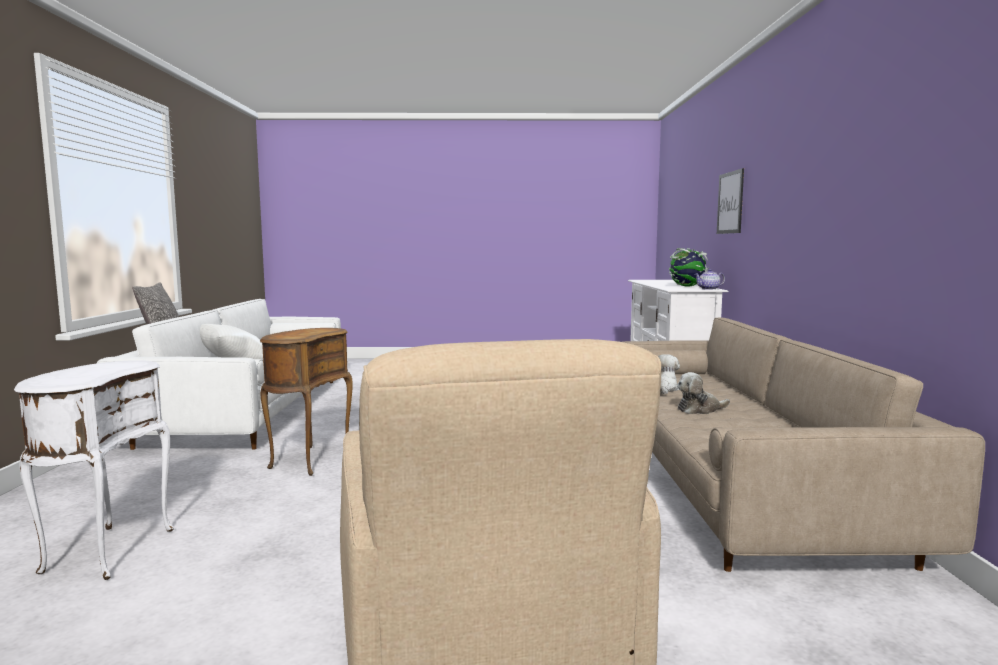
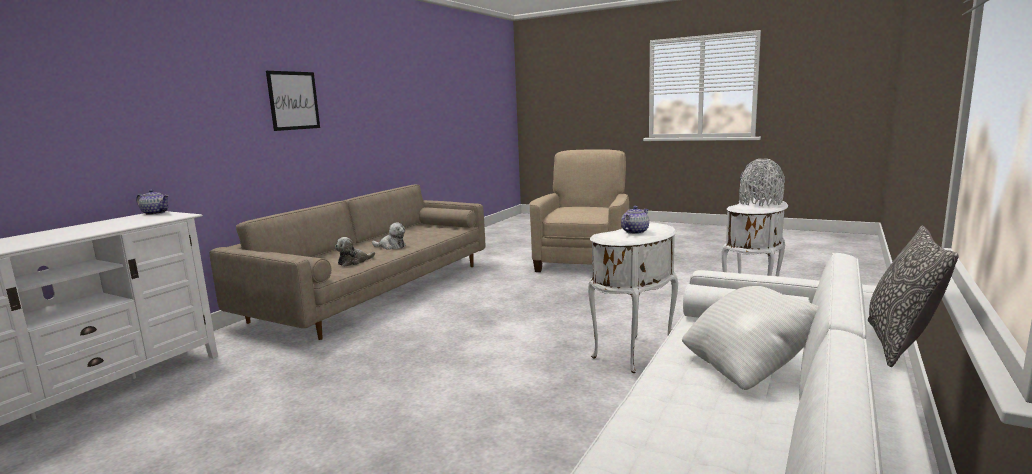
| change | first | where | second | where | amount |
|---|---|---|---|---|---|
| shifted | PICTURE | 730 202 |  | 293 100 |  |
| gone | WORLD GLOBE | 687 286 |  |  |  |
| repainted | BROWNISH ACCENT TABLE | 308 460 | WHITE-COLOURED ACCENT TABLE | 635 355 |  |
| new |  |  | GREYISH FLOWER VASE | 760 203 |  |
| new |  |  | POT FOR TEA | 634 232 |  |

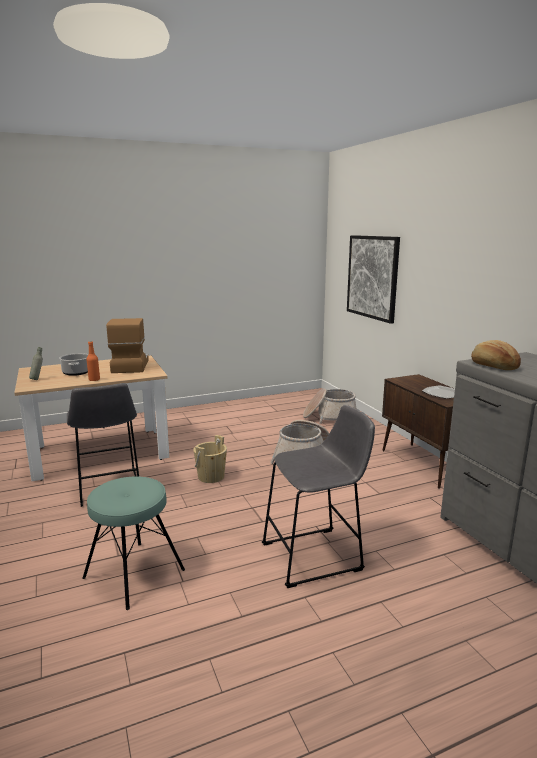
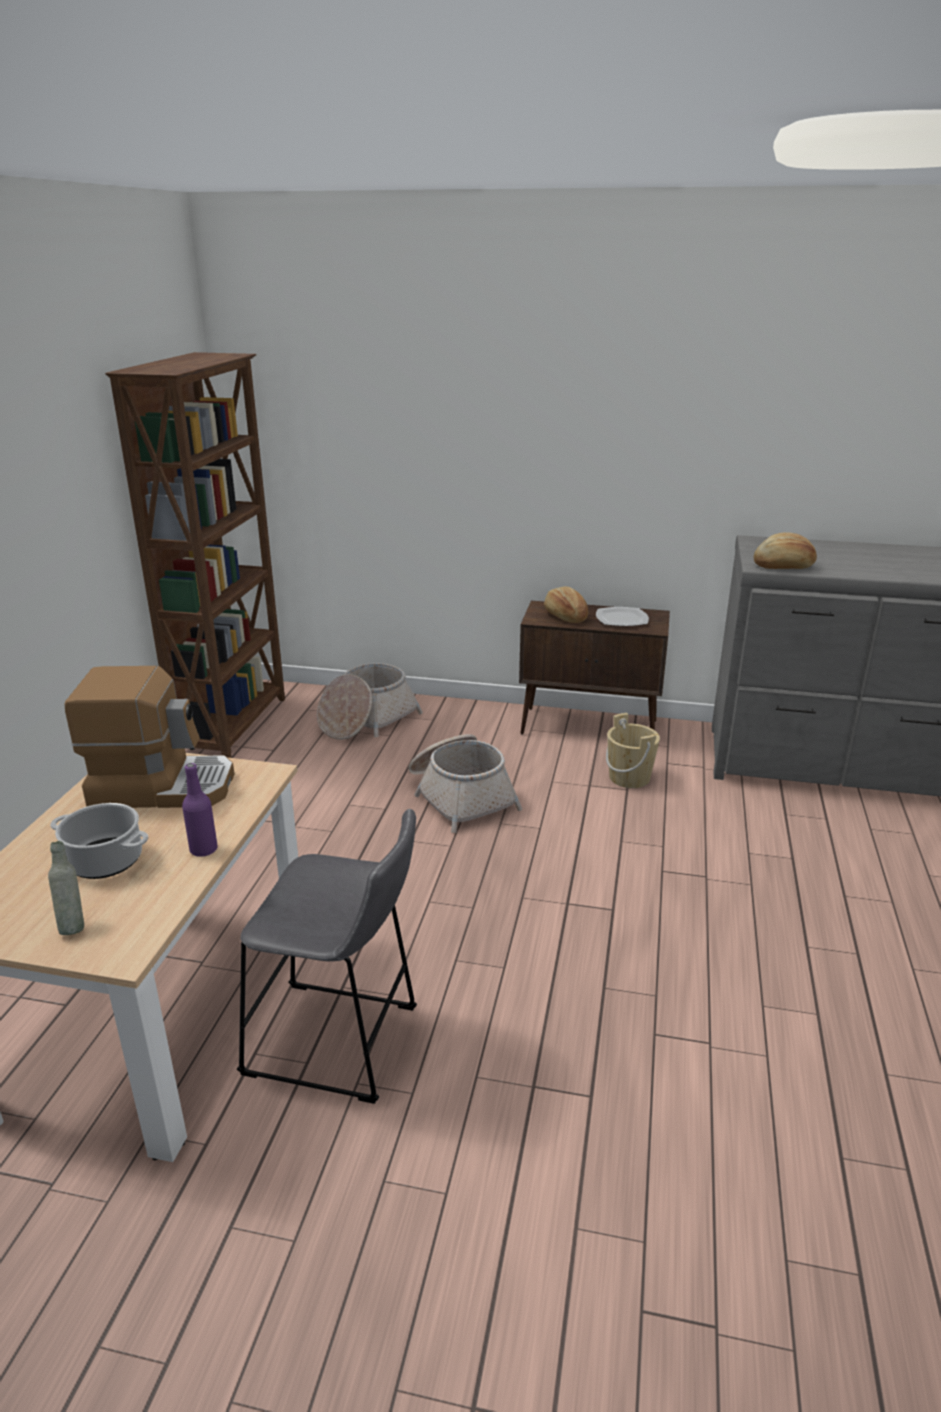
| change | first | where | second | where | amount |
|---|---|---|---|---|---|
| gone | PICTURE | 372 277 |  |  |  |
| rotated | COFFEE BREWER | 129 366 |  | 162 786 | 150 degrees clockwise |
| repainted | ORANGE BOTTLE | 94 380 | PURPLISH BOTTLE | 203 850 |  |
| gone | GREYISH SITTING STOOL | 317 556 |  |  |  |
| shifted | SAND-COLOURED WATER BUCKET | 211 476 |  | 629 777 |  |
| gone | TURQUOISE SITTING STOOL | 134 574 |  |  |  |
| new |  |  | BROWNISH SHELVING UNIT | 234 725 |  |
| new |  |  | BAKERY BREAD | 565 616 |  |

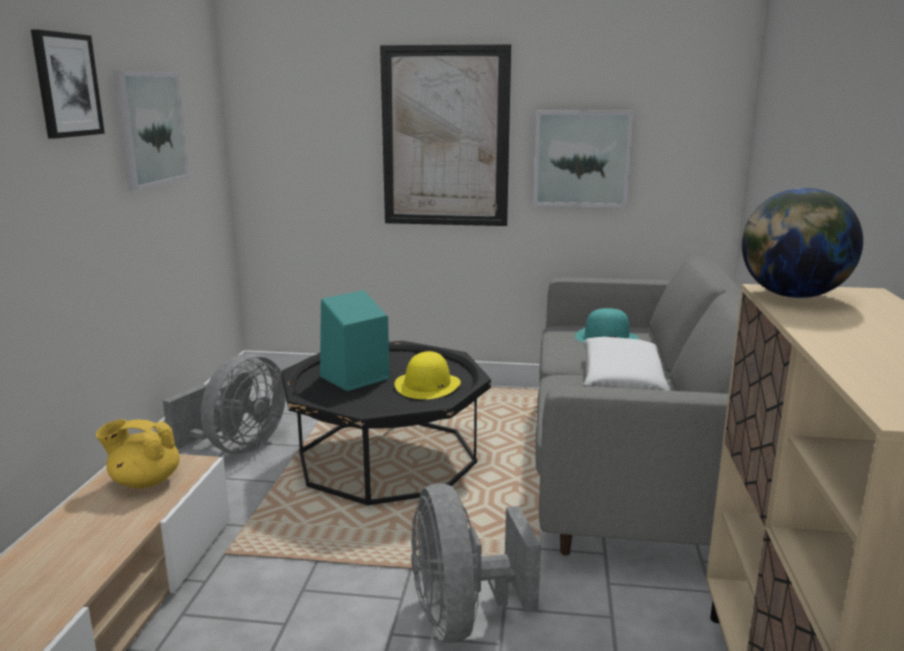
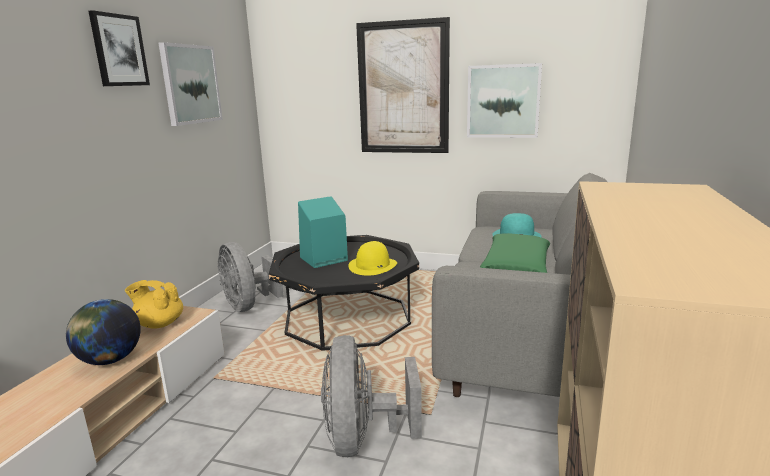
| change | first | where | second | where | amount |
|---|---|---|---|---|---|
| shifted | WORLD GLOBE | 792 296 |  | 110 360 |  |
| repainted | WHITE-COLOURED PILLOW | 621 380 | GREENISH PILLOW | 516 266 |  |
| rotated | GREYISH FAN | 237 447 |  | 248 306 | 105 degrees clockwise |

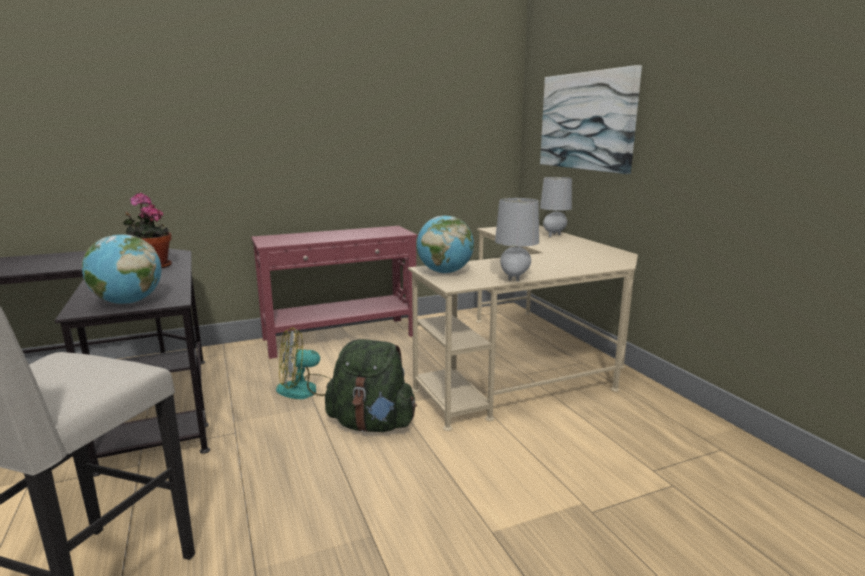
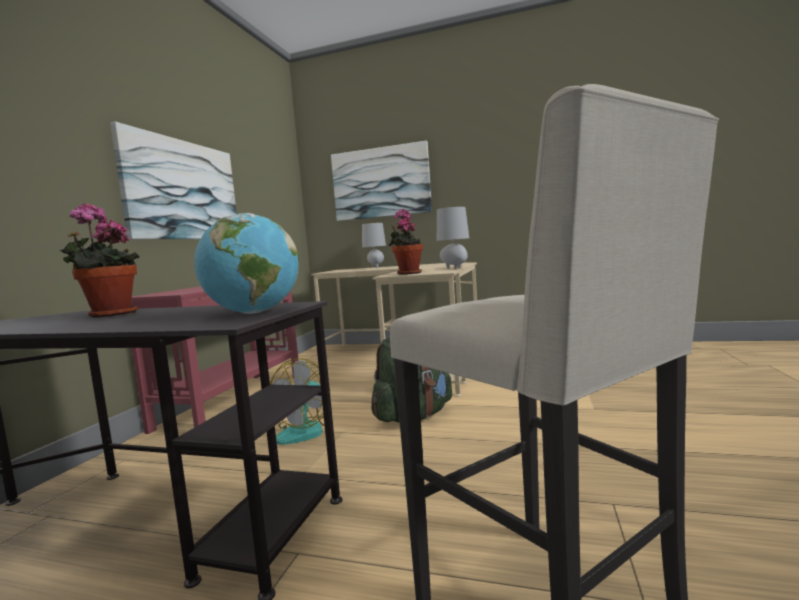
| change | first | where | second | where | amount |
|---|---|---|---|---|---|
| swapped | WORLD GLOBE | 445 272 | POTTED PLANT | 408 273 |  |
| new |  |  | PICTURE | 183 190 |  |

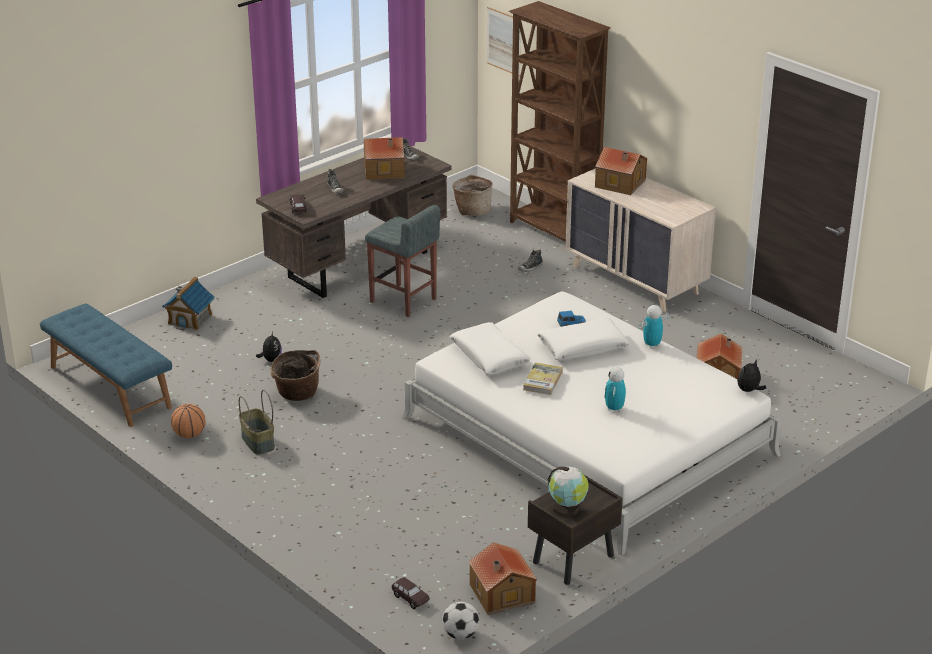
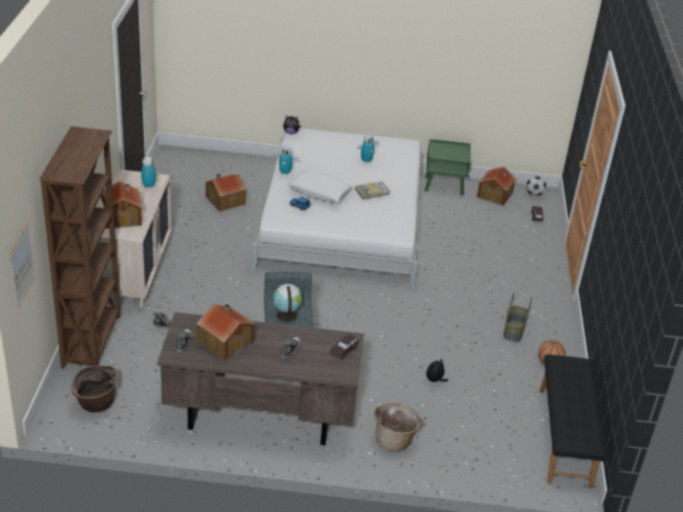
| change | first | where | second | where | amount |
|---|---|---|---|---|---|
| gone | MINIATURE HOUSE | 190 319 |  |  |  |
| repainted | BLUE LONG SEAT | 109 387 | BLACK LONG SEAT | 565 437 |  |
| gone | WHITE-COLOURED PILLOW | 489 357 |  |  |  |
| shifted | HOUSEHOLD BASKET | 297 394 |  | 395 440 |  |
| shifted | WORLD GLOBE | 567 508 |  | 286 314 |  |
| repainted | BROWNISH NIGHTSTAND | 573 560 | GREENISH NIGHTSTAND | 444 186 |  |
| new |  |  | MODEL ROBOT | 149 186 |  |

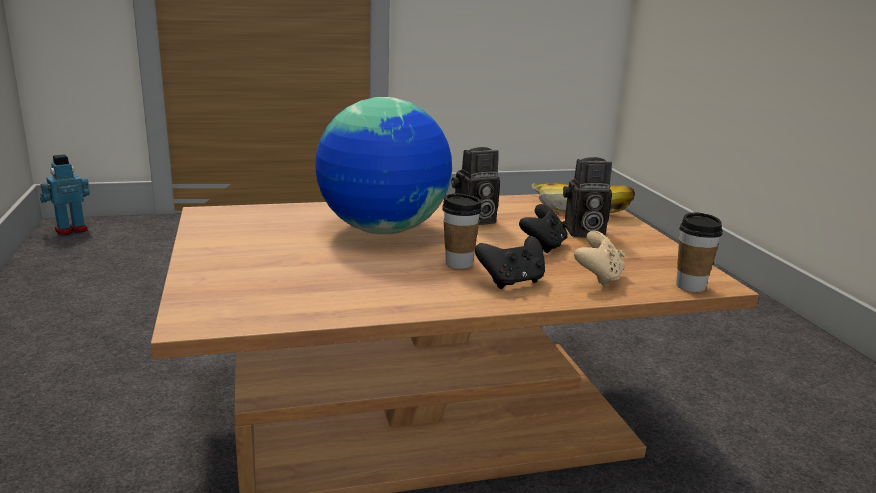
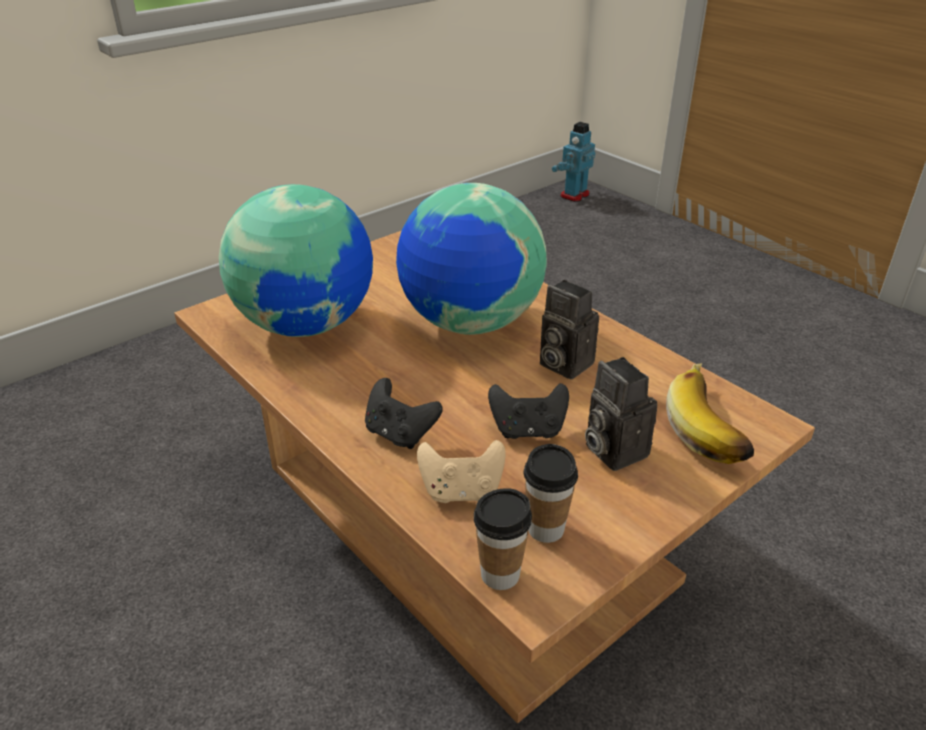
| change | first | where | second | where | amount |
|---|---|---|---|---|---|
| rotated | MODEL ROBOT | 71 230 |  | 574 195 | 75 degrees counterclockwise |
| shifted | DRINKING CUP | 459 263 |  | 545 529 |  |
| new |  |  | WORLD GLOBE | 306 324 |  |

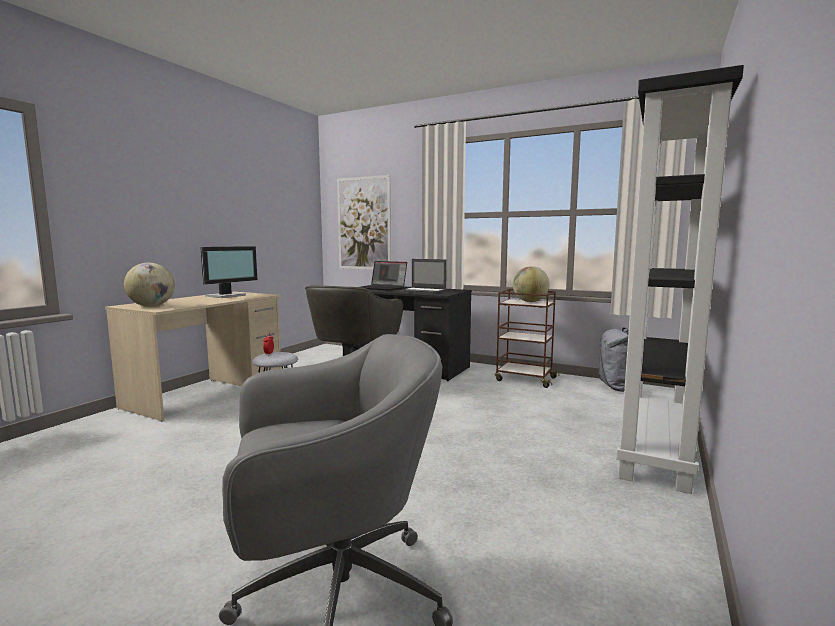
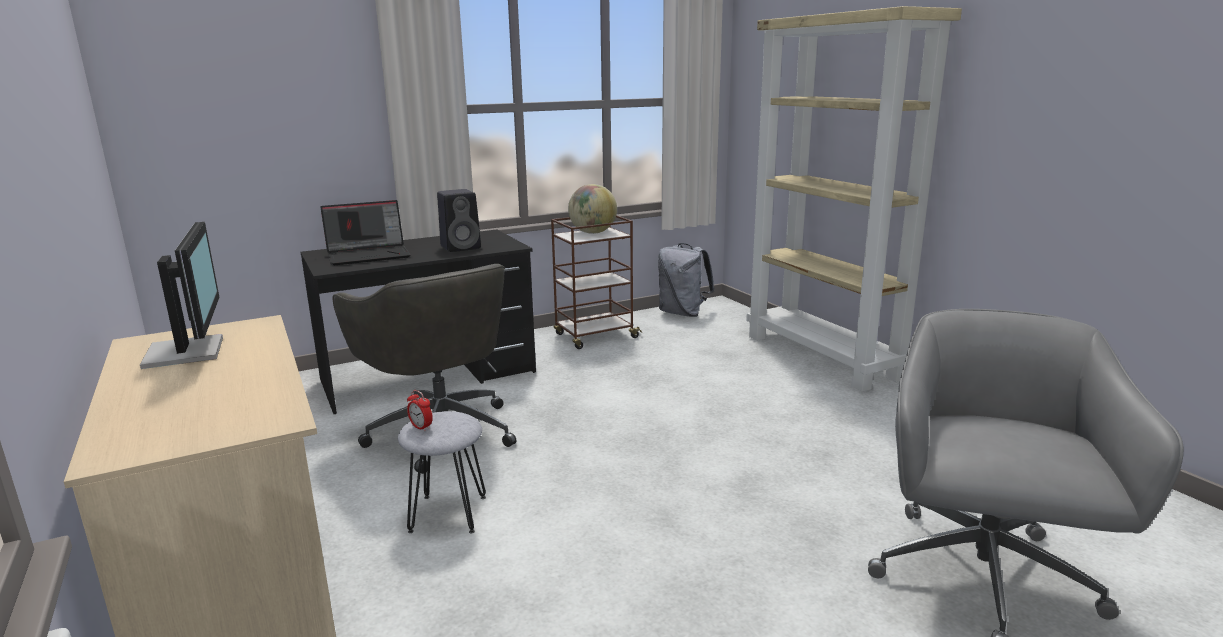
| change | first | where | second | where | amount |
|---|---|---|---|---|---|
| repainted | BLACK SHELVING UNIT | 656 448 | SAND-COLOURED SHELVING UNIT | 823 357 |  |
| gone | PICTURE | 364 223 |  |  |  |
| swapped | PORTABLE COMPUTER | 423 291 | BLACK LOUDSPEAKER | 462 247 |  |
| gone | WORLD GLOBE | 152 306 |  |  |  |

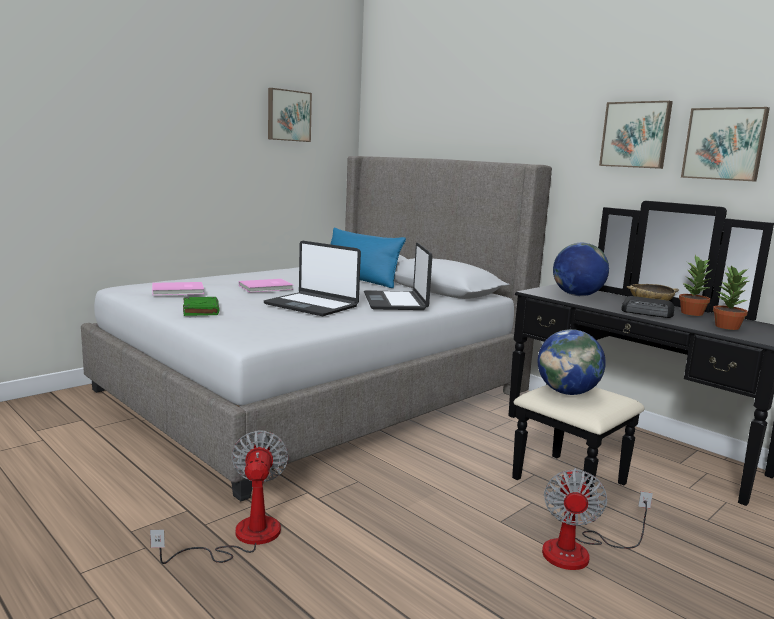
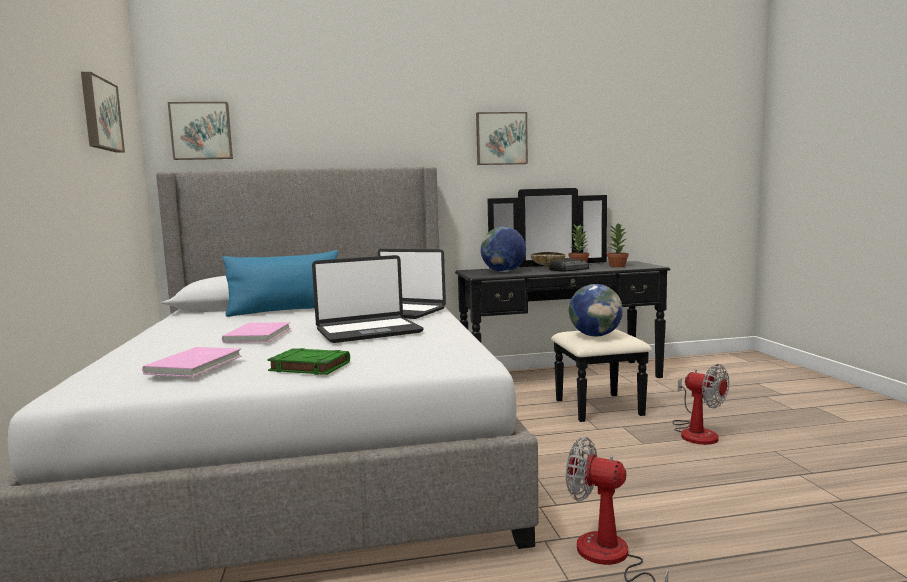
| change | first | where | second | where | amount |
|---|---|---|---|---|---|
| shifted | PICTURE | 724 144 |  | 201 131 |  |

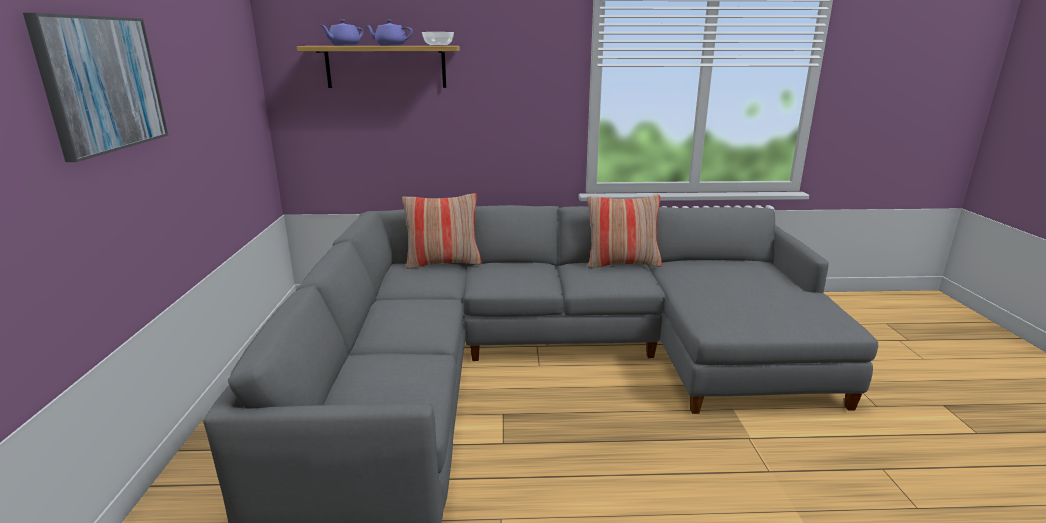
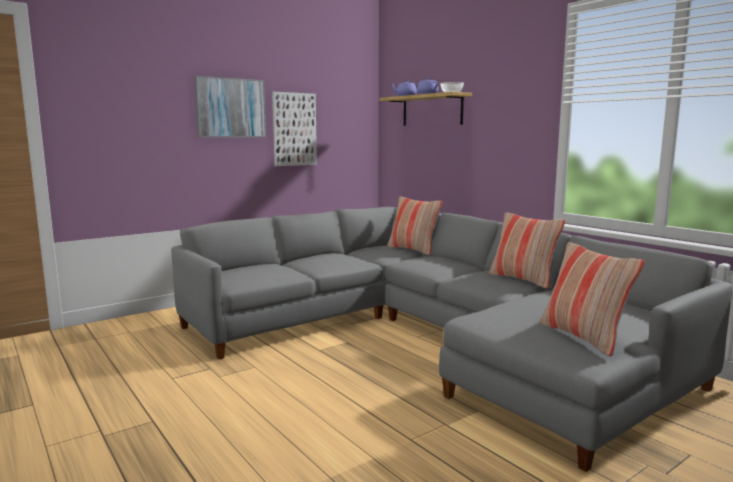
| change | first | where | second | where | amount |
|---|---|---|---|---|---|
| new |  |  | PICTURE | 294 129 |  |
| new |  |  | PILLOW | 583 337 |  |

